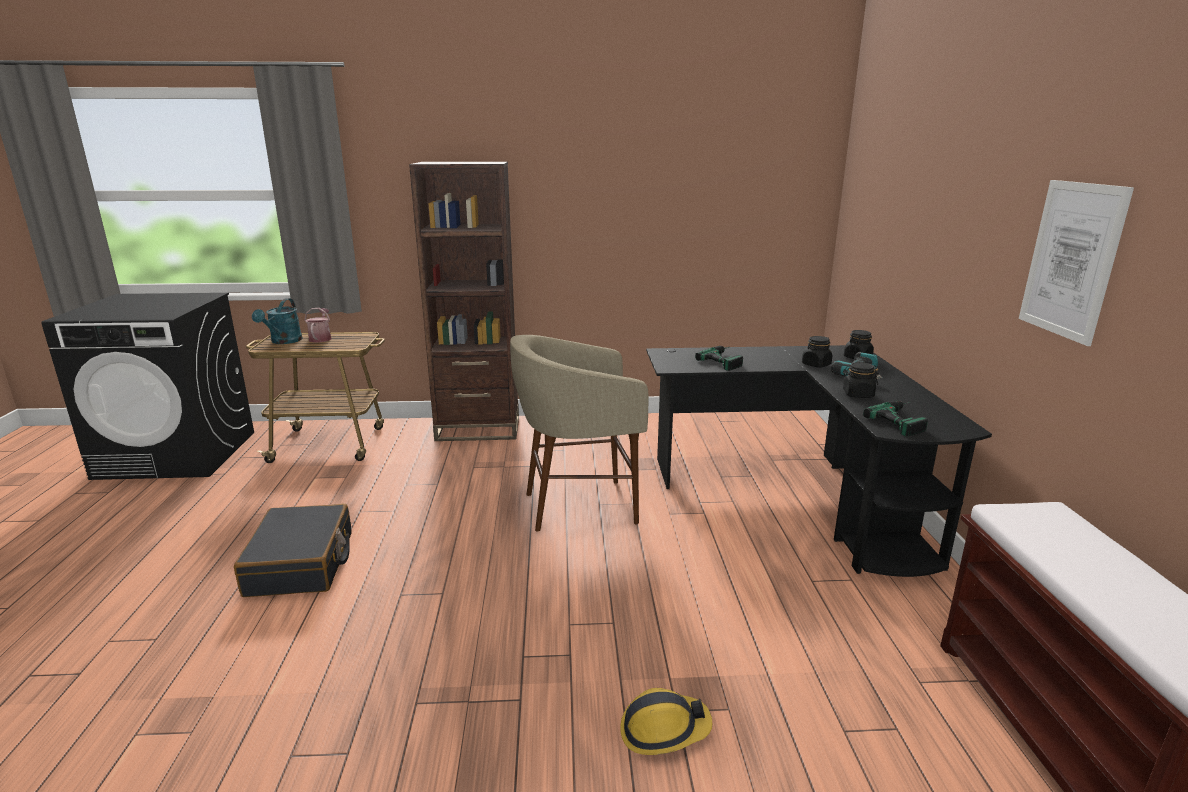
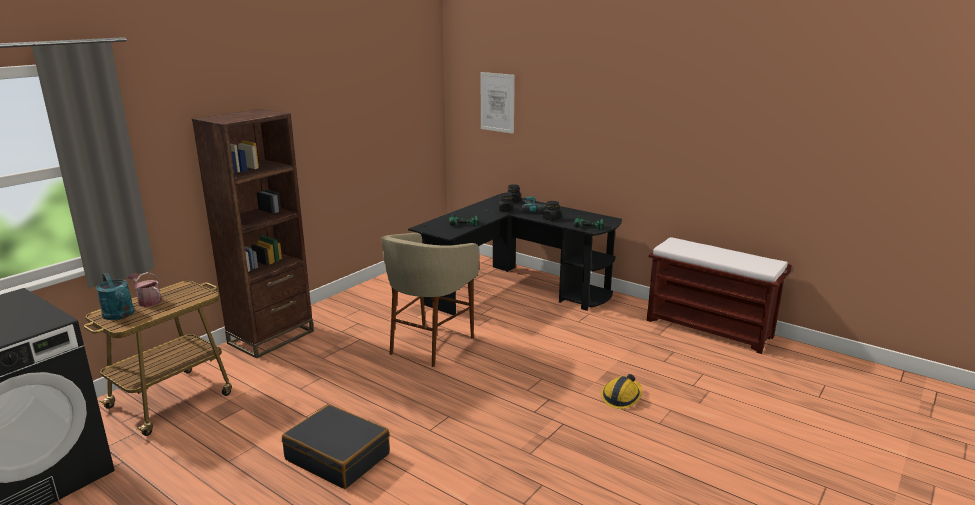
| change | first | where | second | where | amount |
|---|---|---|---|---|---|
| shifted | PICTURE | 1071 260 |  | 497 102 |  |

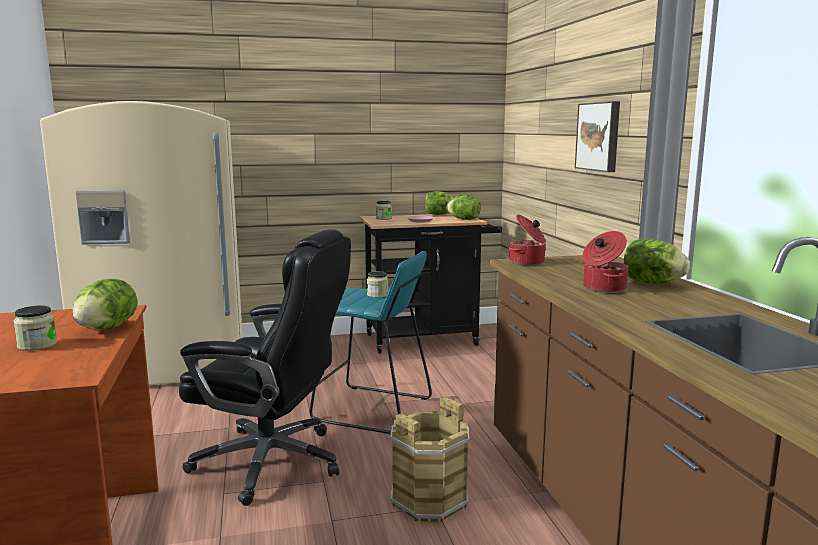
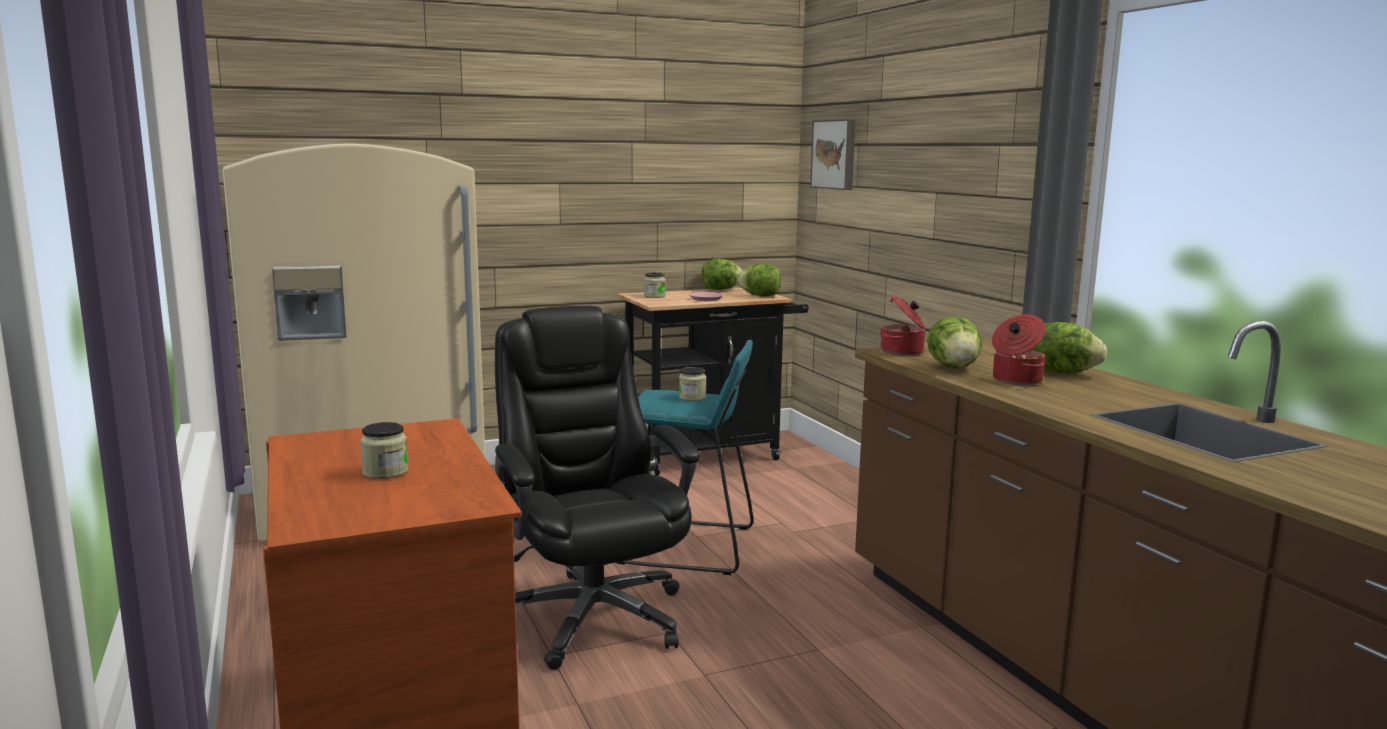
| change | first | where | second | where | amount |
|---|---|---|---|---|---|
| shifted | PICTURE | 599 136 |  | 835 154 |  |
| rotated | BLACK COMPUTER CHAIR | 272 462 |  | 592 615 | 120 degrees counterclockwise |
| shifted | HEAD OF LETTUCE | 107 328 |  | 954 367 |  |
| gone | BROWNISH WATER BUCKET | 428 499 |  |  |  |

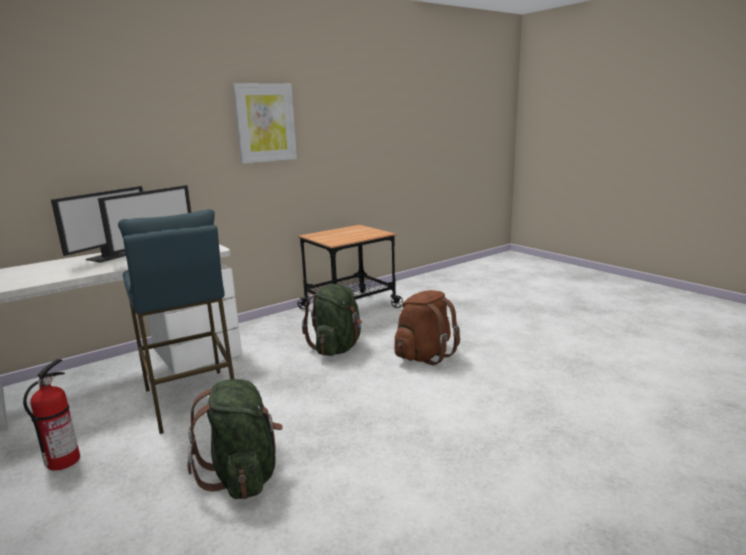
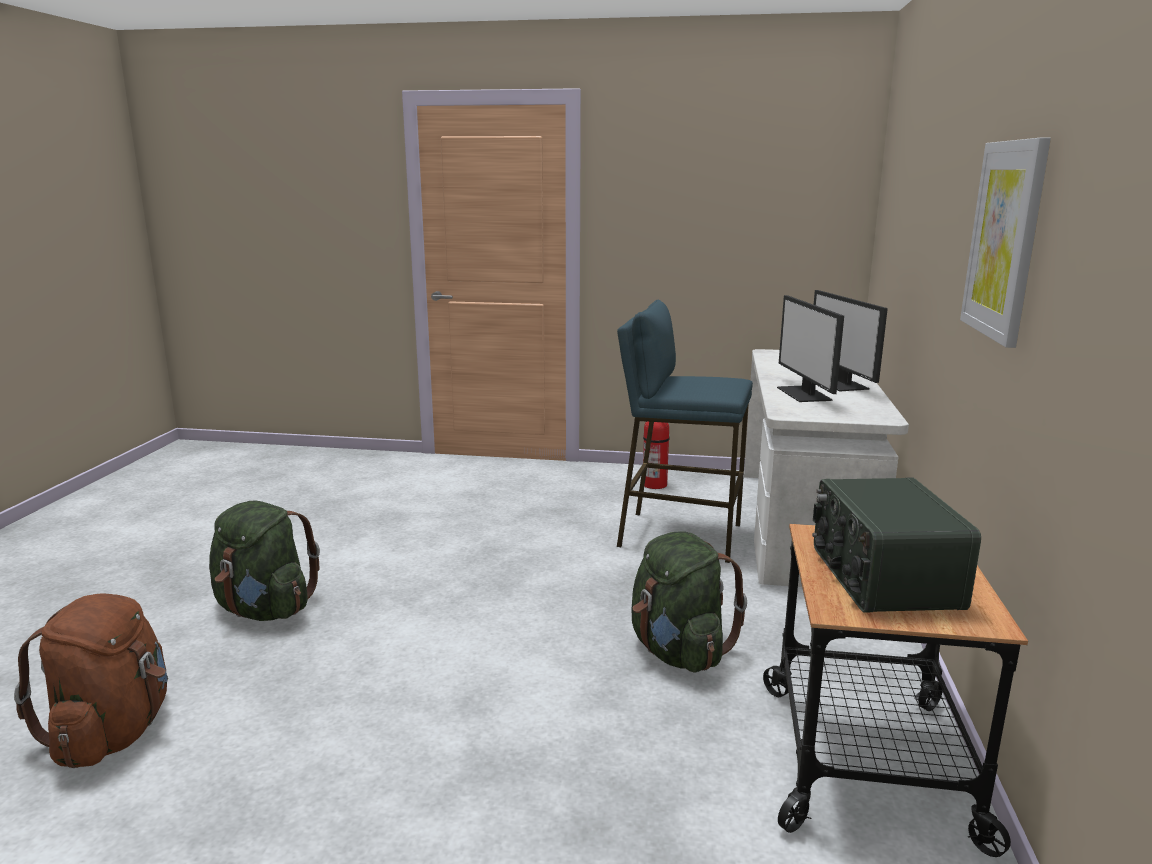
| change | first | where | second | where | amount |
|---|---|---|---|---|---|
| shifted | BROWNISH RUCKSACK | 424 355 |  | 113 733 |  |
| shifted | GREENISH RUCKSACK | 243 475 |  | 265 610 |  |
| new |  |  | RADIO | 881 578 |  |

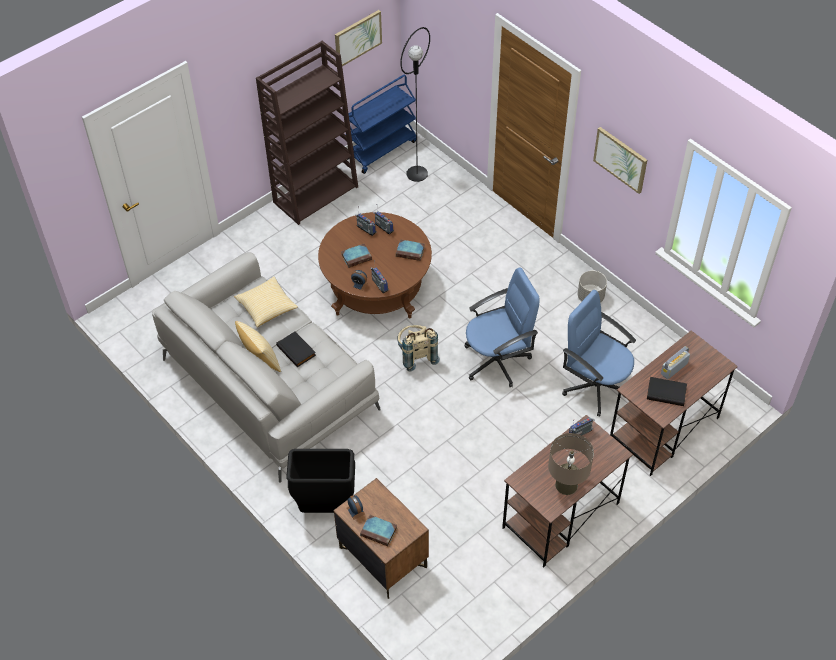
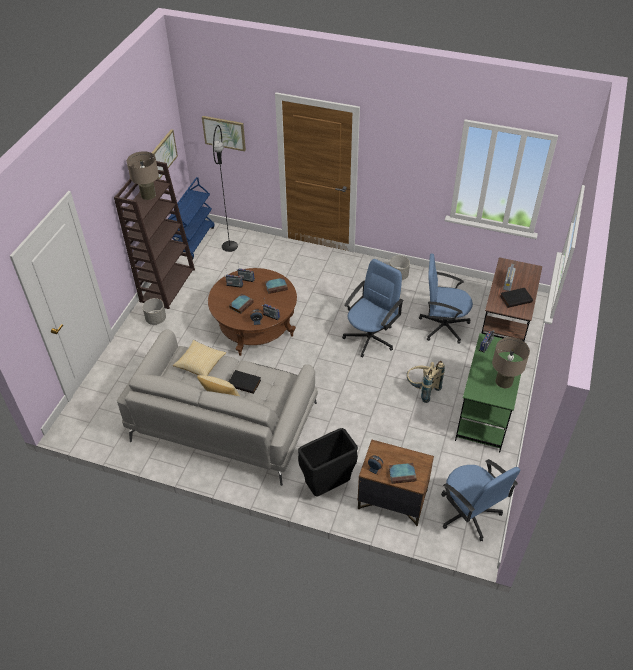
| change | first | where | second | where | amount |
|---|---|---|---|---|---|
| shifted | PICTURE | 620 159 |  | 224 133 |  |
| shifted | SAND-COLOURED RUCKSACK | 416 355 |  | 422 389 |  |
| repainted | BROWNISH DESK TABLE | 560 516 | GREENISH DESK TABLE | 484 415 |  |
| new |  |  | SAND-COLOURED LAMP FOR A TABLE | 148 195 |  |
| new |  |  | GREYISH PLANTER | 156 319 |  |
| new |  |  | BLUE COMPUTER CHAIR | 469 514 |  |

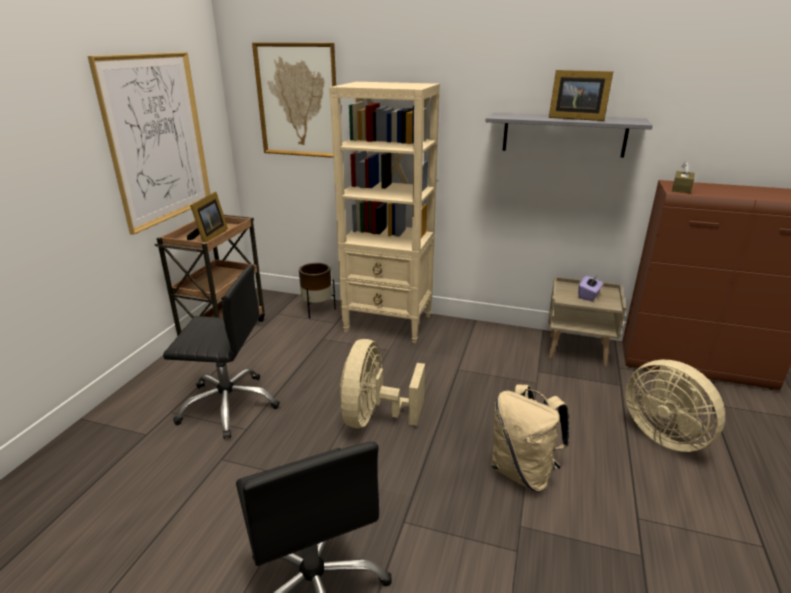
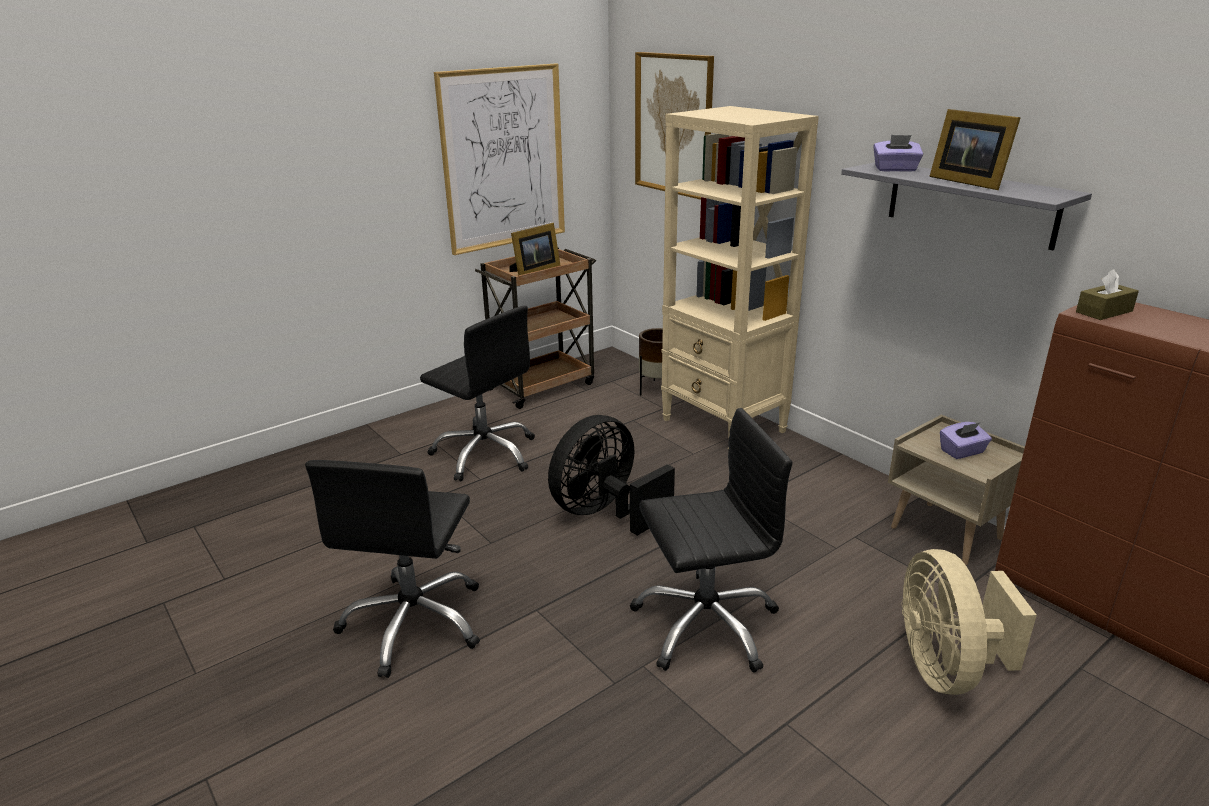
| change | first | where | second | where | amount |
|---|---|---|---|---|---|
| repainted | SAND-COLOURED FAN | 374 417 | BLACK FAN | 605 513 |  |
| swapped | SAND-COLOURED RUCKSACK | 523 472 | BLACK COMPUTER CHAIR | 705 624 |  |
| new |  |  | PURPLISH BOX OF TISSUES | 895 169 |  |

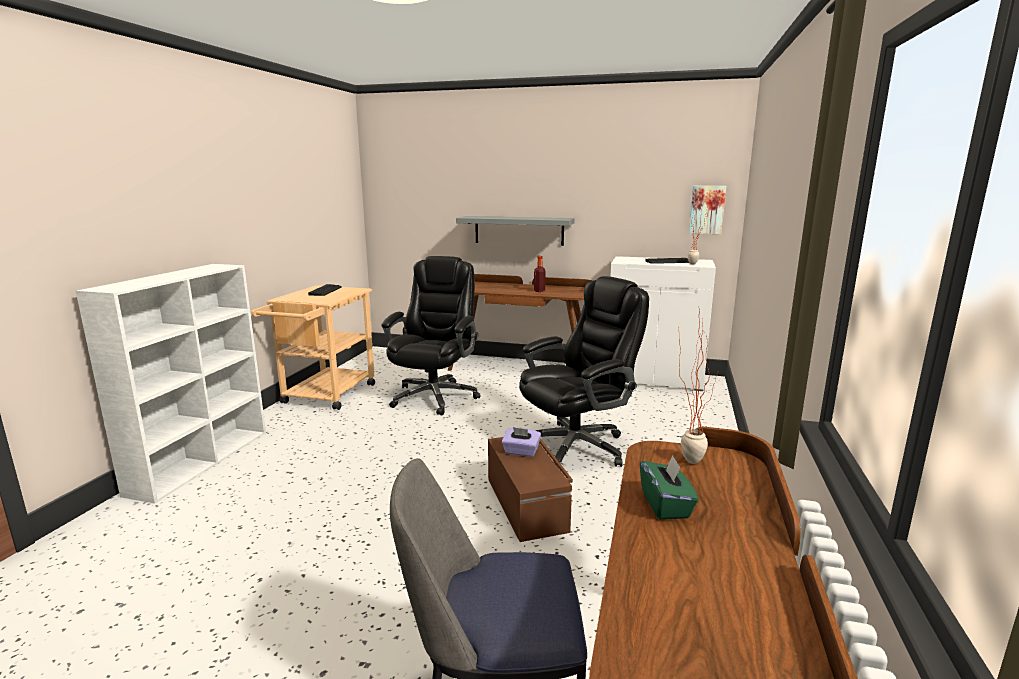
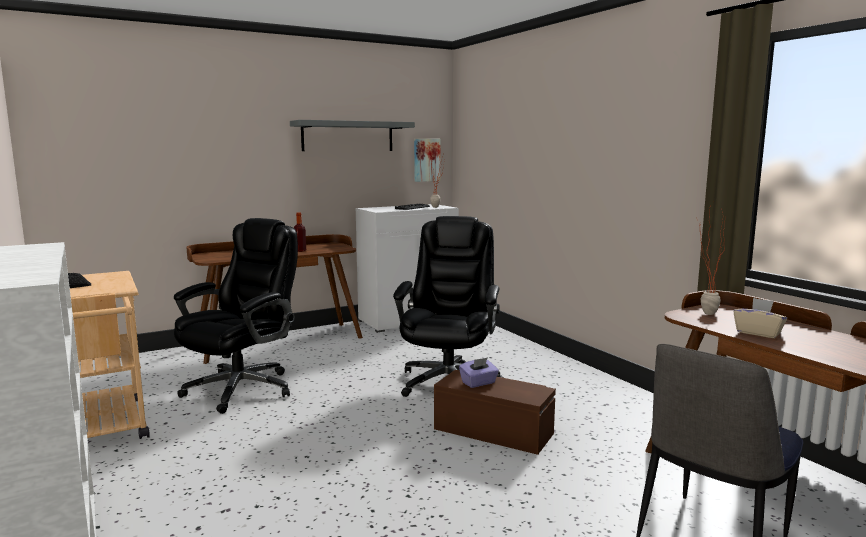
| change | first | where | second | where | amount |
|---|---|---|---|---|---|
| shifted | GREYISH SHELF | 519 230 |  | 348 136 |  |
| rotated | BLACK COMPUTER CHAIR | 435 396 |  | 242 388 | 60 degrees clockwise |
| repainted | GREENISH BOX OF TISSUES | 666 505 | SAND-COLOURED BOX OF TISSUES | 758 333 |  |

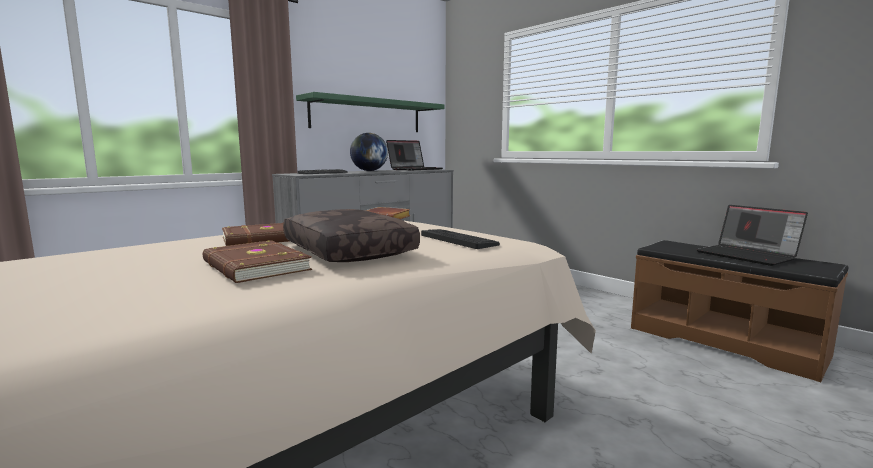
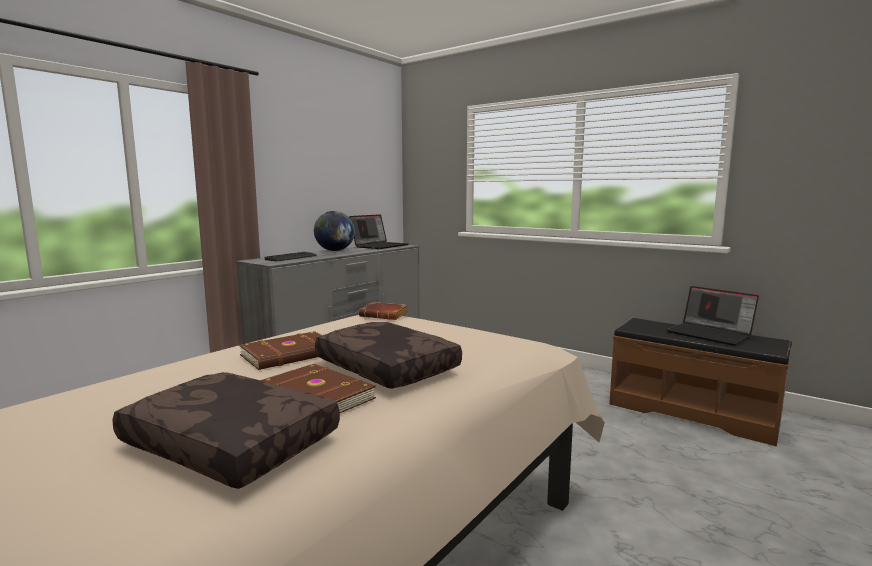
| change | first | where | second | where | amount |
|---|---|---|---|---|---|
| gone | GREENISH SHELF | 367 116 |  |  |  |
| gone | KEYBOARD | 458 239 |  |  |  |
| new |  |  | BROWNISH PILLOW | 227 445 |  |

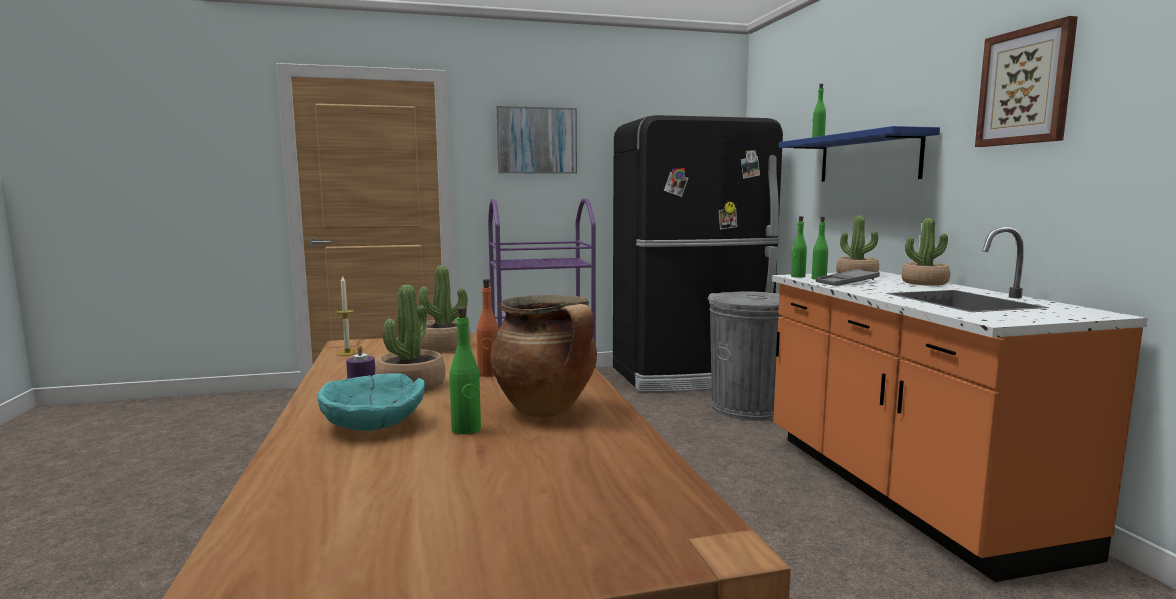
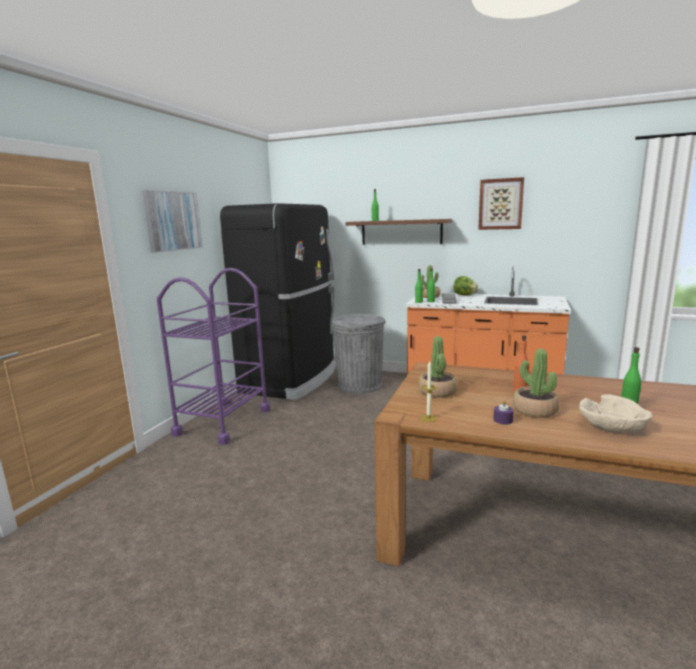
| change | first | where | second | where | amount |
|---|---|---|---|---|---|
| repainted | BLUE SHELF | 868 158 | BROWNISH SHELF | 401 232 |  |
| swapped | POTTED PLANT | 924 283 | HEAD OF LETTUCE | 464 295 |  |
| gone | STOCKPOT | 547 410 |  |  |  |
| repainted | TURQUOISE BOWL | 373 423 | SAND-COLOURED BOWL | 613 426 |  |

